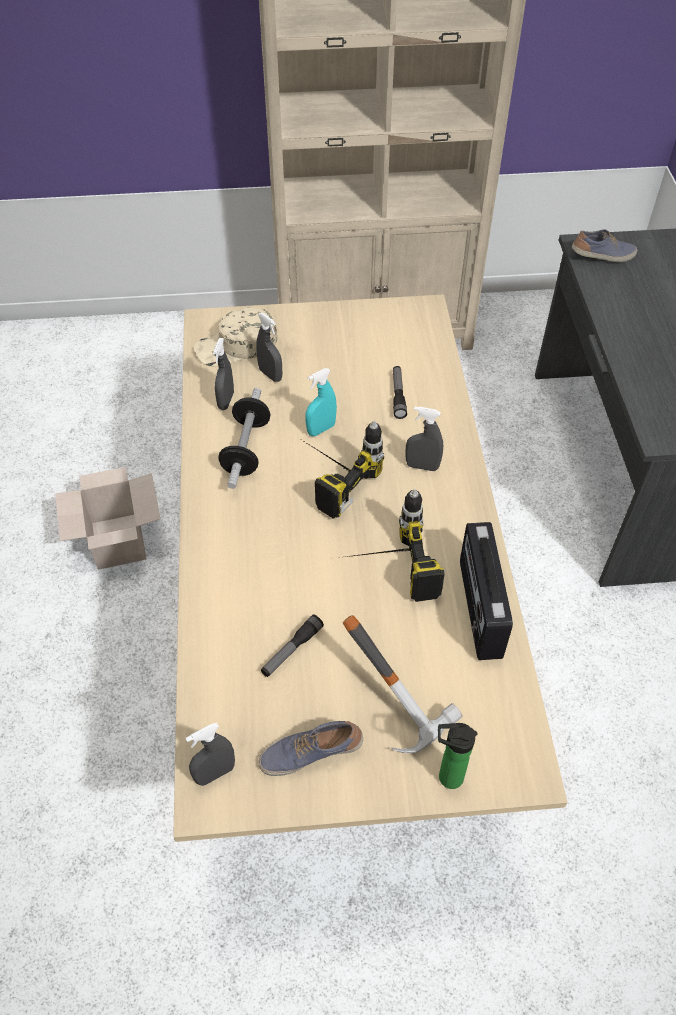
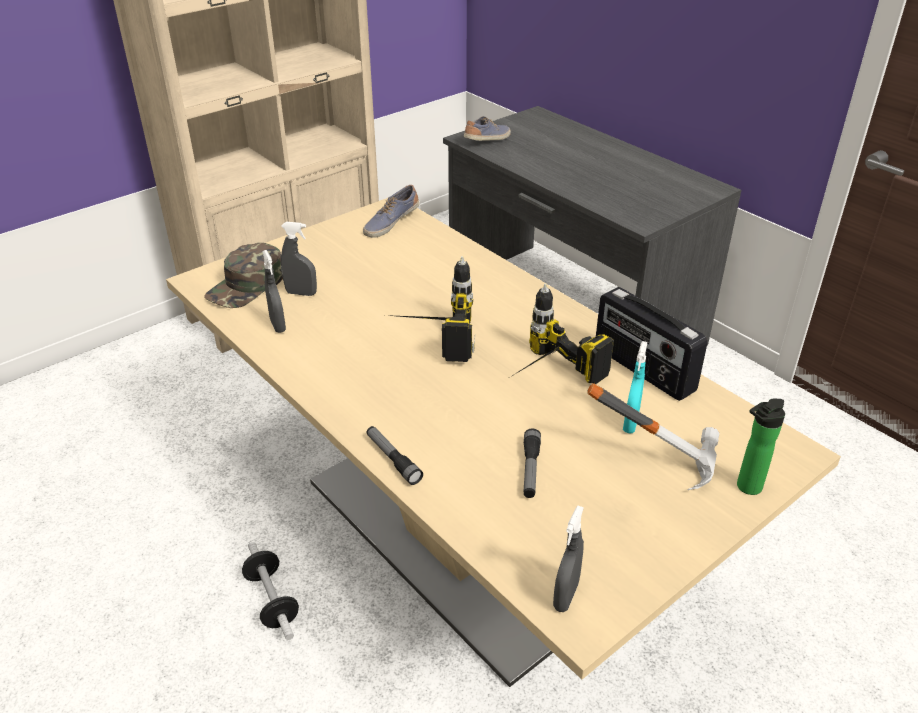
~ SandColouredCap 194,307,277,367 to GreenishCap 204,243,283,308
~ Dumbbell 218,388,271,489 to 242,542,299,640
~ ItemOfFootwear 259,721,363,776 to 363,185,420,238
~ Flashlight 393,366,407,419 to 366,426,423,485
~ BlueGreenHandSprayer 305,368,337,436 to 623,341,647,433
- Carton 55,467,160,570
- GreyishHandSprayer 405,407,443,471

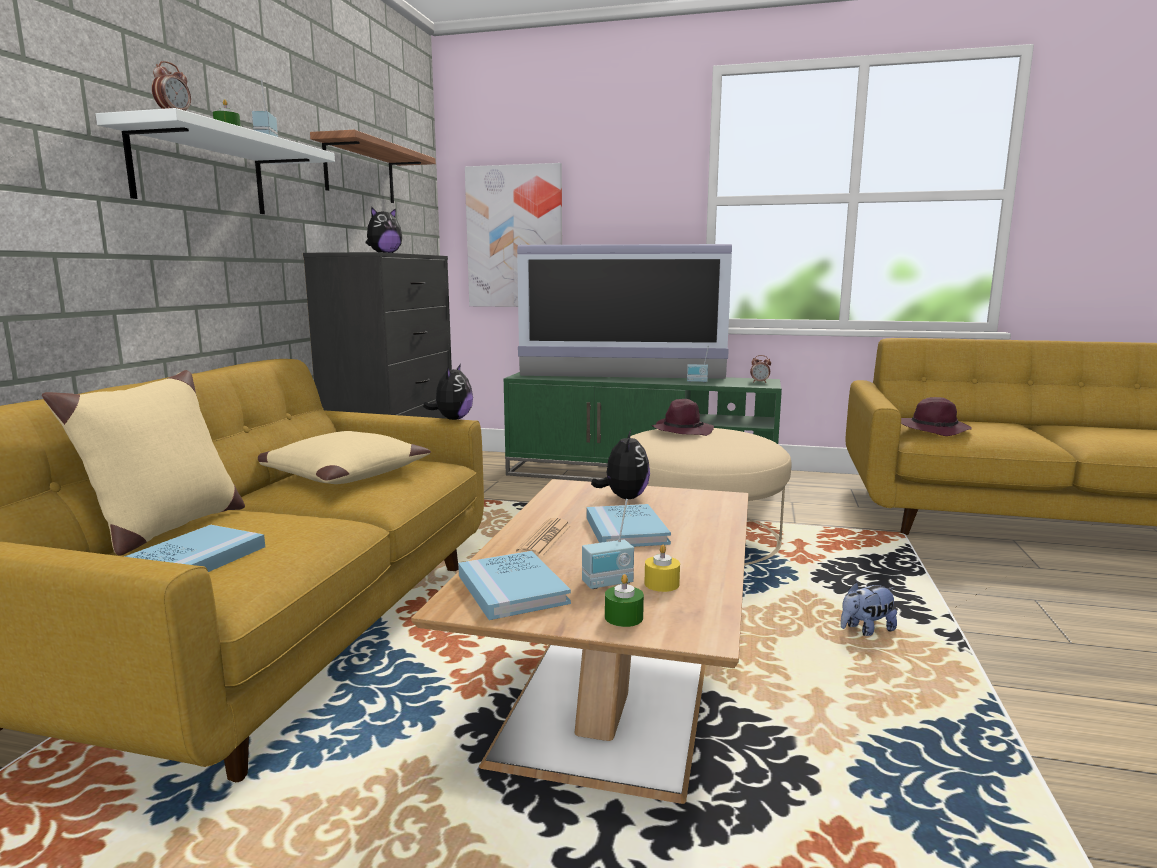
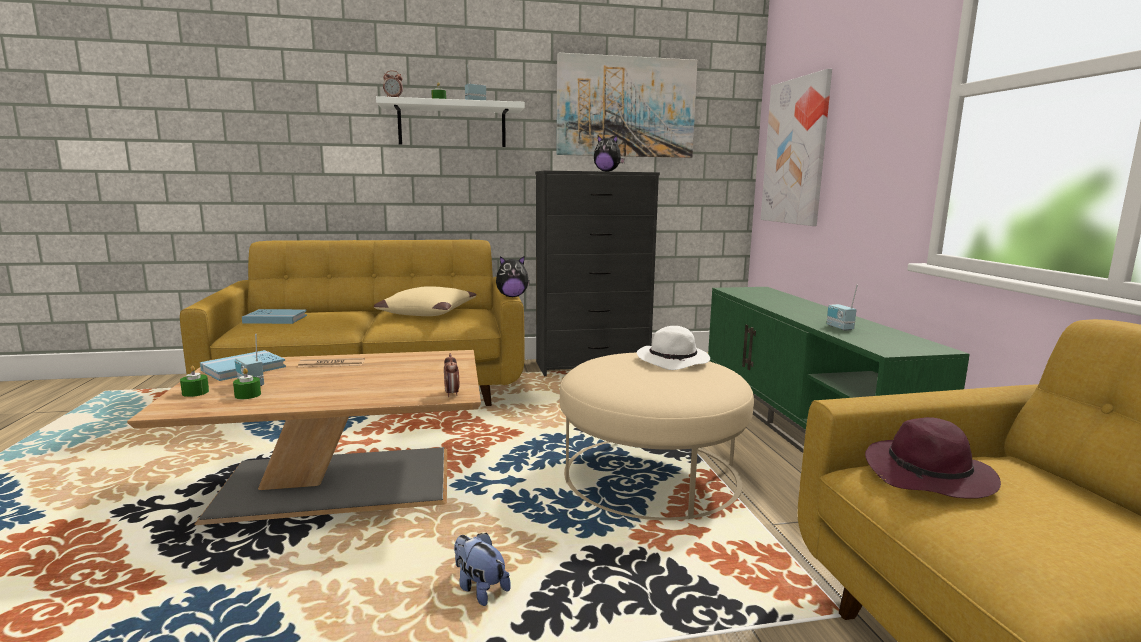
~ YellowColouredCandle 645,545,680,592 to GreenishCandle 233,368,261,399
~ TableClock 750,355,771,383 to 444,353,459,397
~ WallShelf 310,130,436,203 to Picture 556,53,698,158
~ PurpleColouredHat 652,399,714,436 to WhiteHat 637,326,710,370
- SandColouredThrowPillow 42,370,245,556
- Television 517,244,732,379
- BlueBook 587,504,671,547
- PlushToy 591,430,650,499

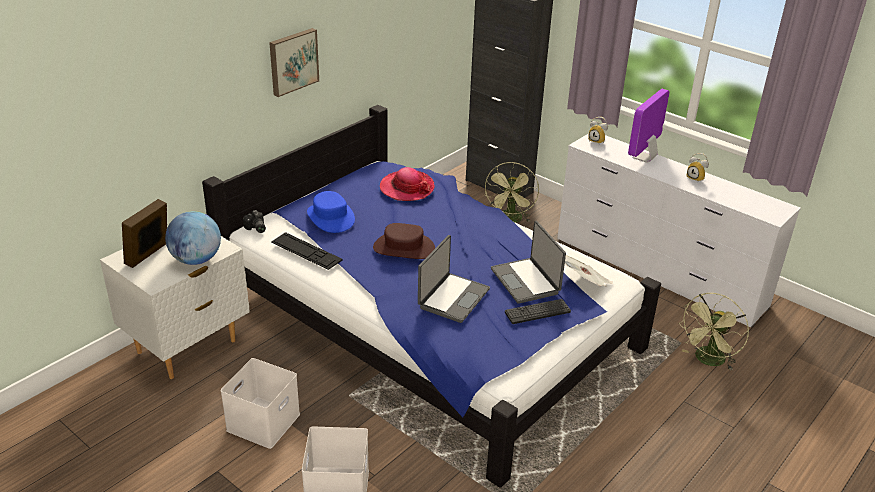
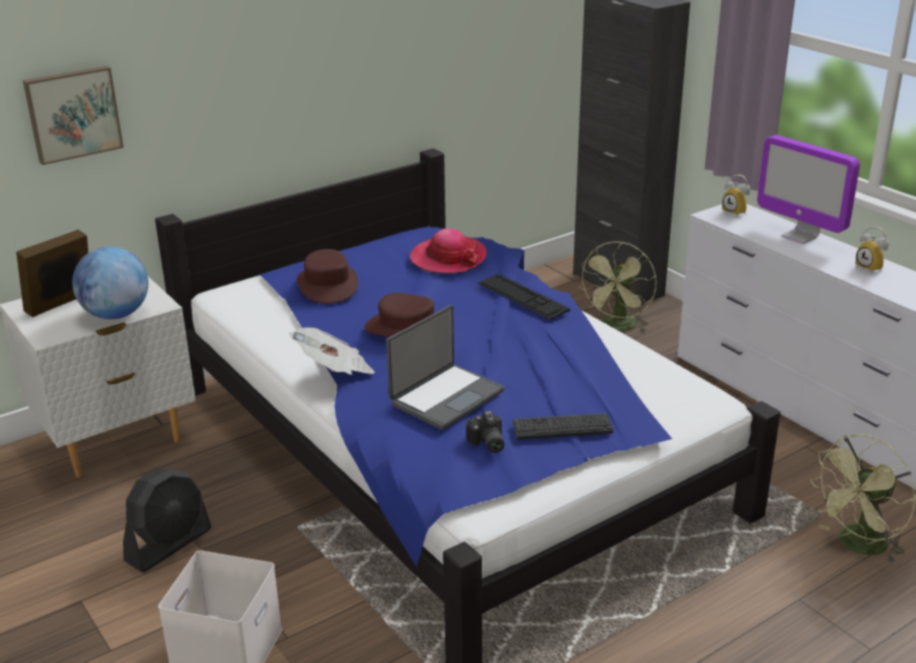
~ Picture 269,28,319,97 to 23,66,124,165
~ WhiteStorageContainer 221,358,300,449 to BlackColouredFan 123,469,212,573
~ PrintedPaper 565,255,613,287 to 289,327,375,375
~ BlueHat 307,191,355,233 to BrownColouredHat 297,249,358,304
~ StillCamera 243,210,266,233 to 466,411,504,453
~ Keyboard 271,232,343,270 to 478,274,570,320
~ Monitor 628,89,669,163 = 757,135,860,244 90 degrees counterclockwise
- NotebookComputer 491,221,566,304

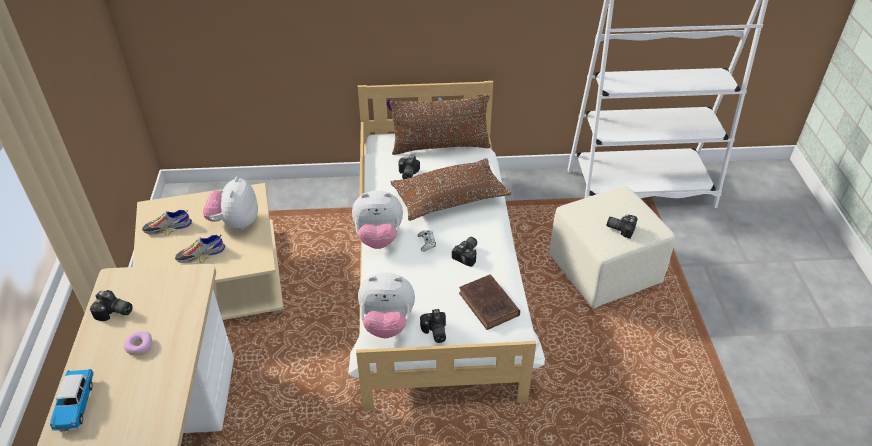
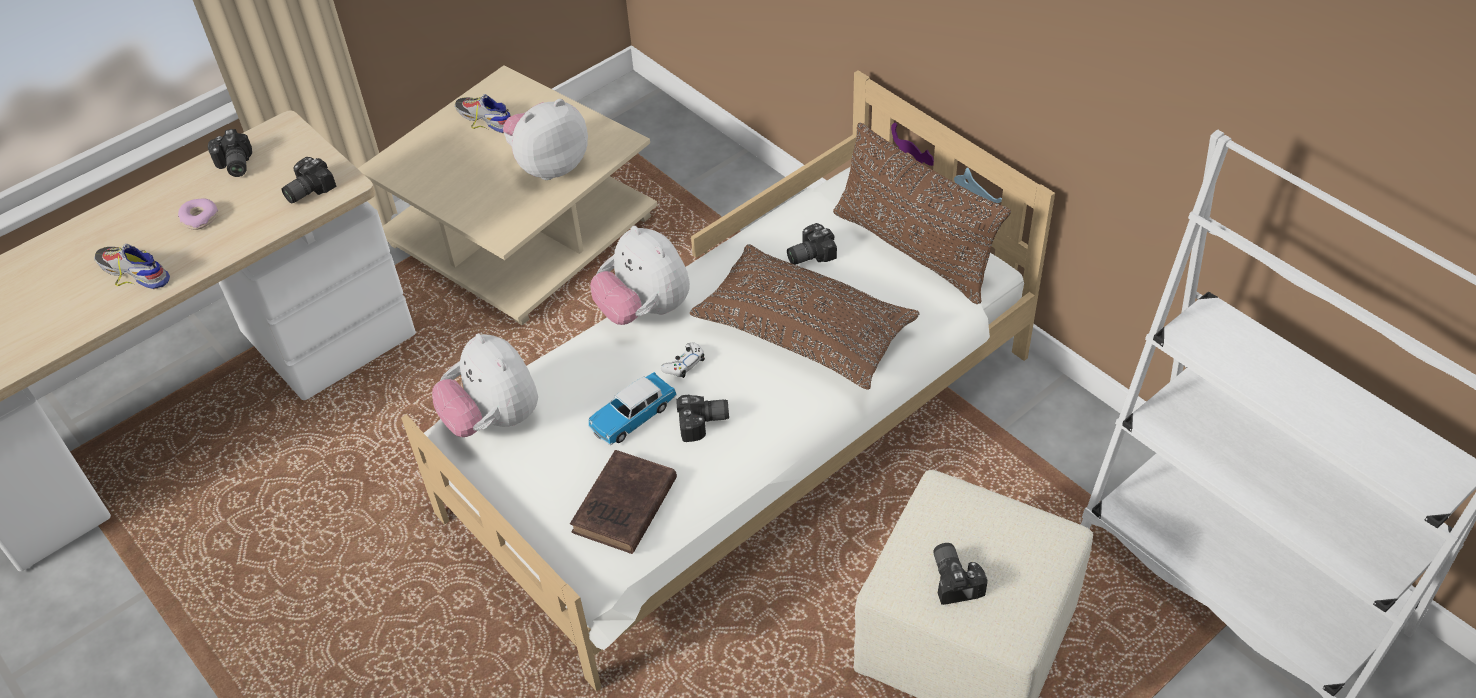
~ ItemOfFootwear 175,235,225,263 to 94,244,170,289
~ StillCamera 420,309,446,343 to 282,157,337,203
~ MiniatureCar 50,369,94,431 to 588,372,677,445

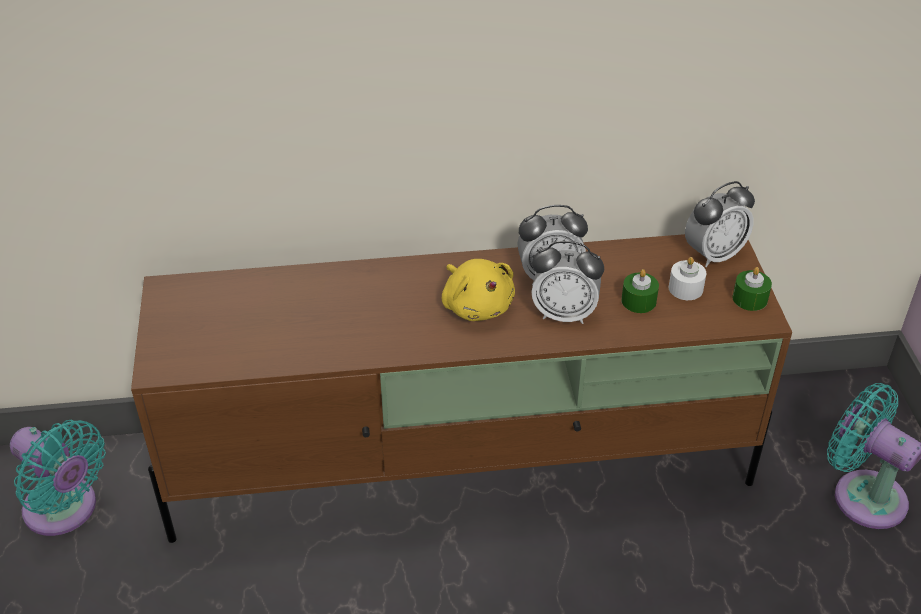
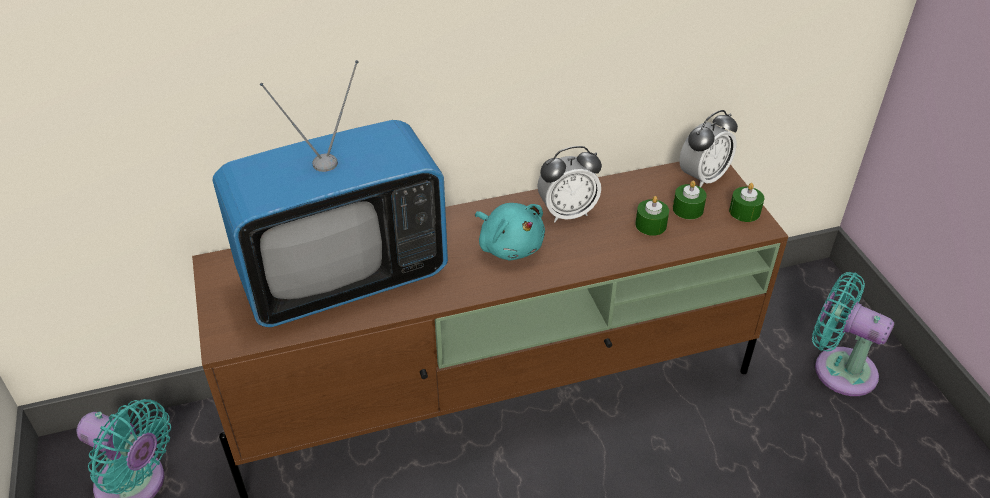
+ Television 212,60,448,327
~ YellowColouredPlushToy 442,259,515,321 to BlueGreenPlushToy 475,203,545,260
~ WhiteCandle 669,257,706,300 to GreenishCandle 673,180,707,220
- TableClock 531,241,604,324

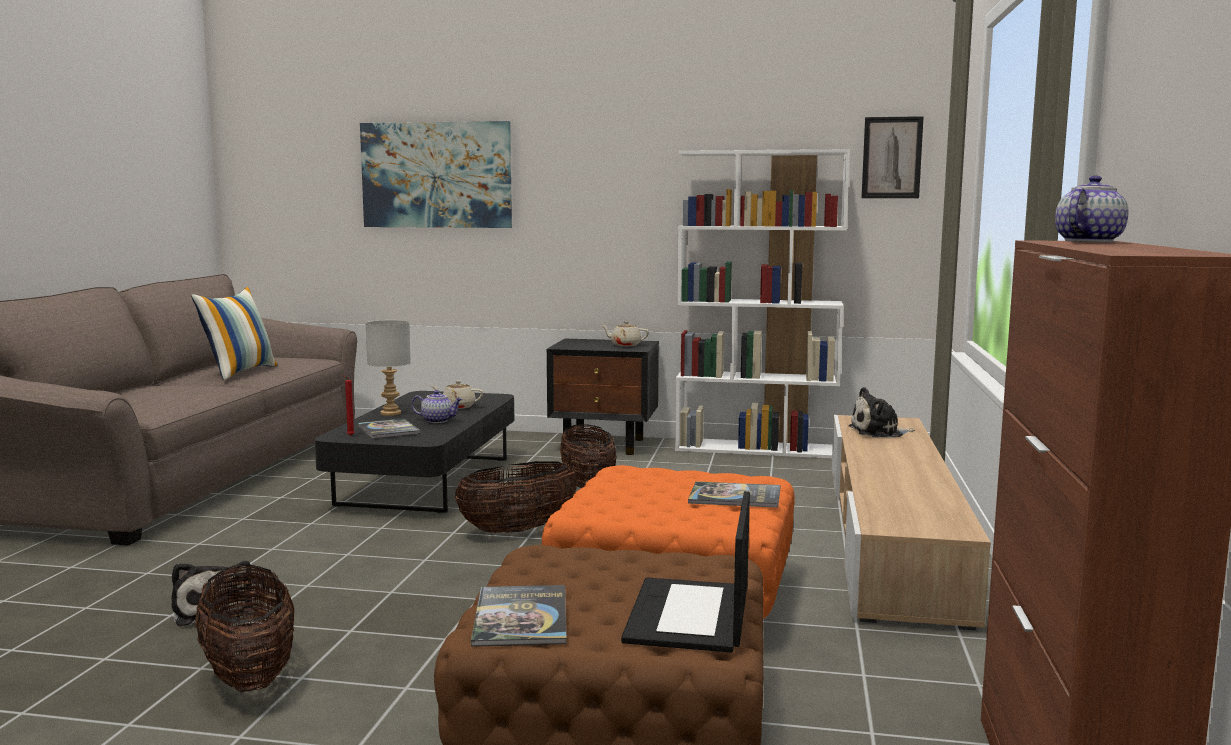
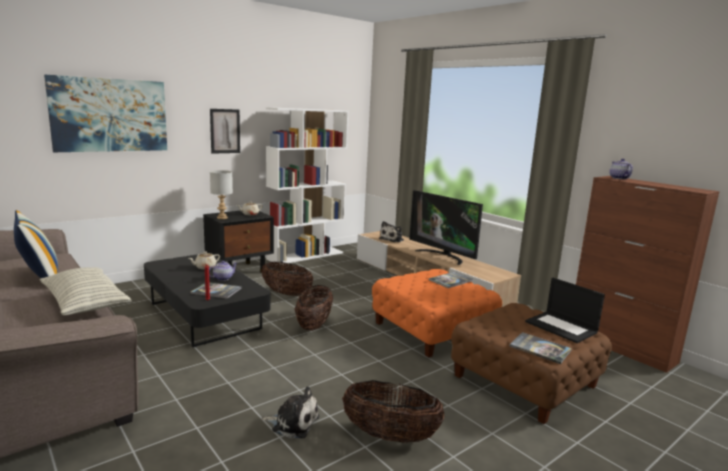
+ ThrowPillow 40,267,132,315
~ Picture 862,116,924,198 to 210,109,240,154
~ GreyishTabletopLamp 366,320,411,416 to 210,170,233,219
+ Television 409,190,483,265

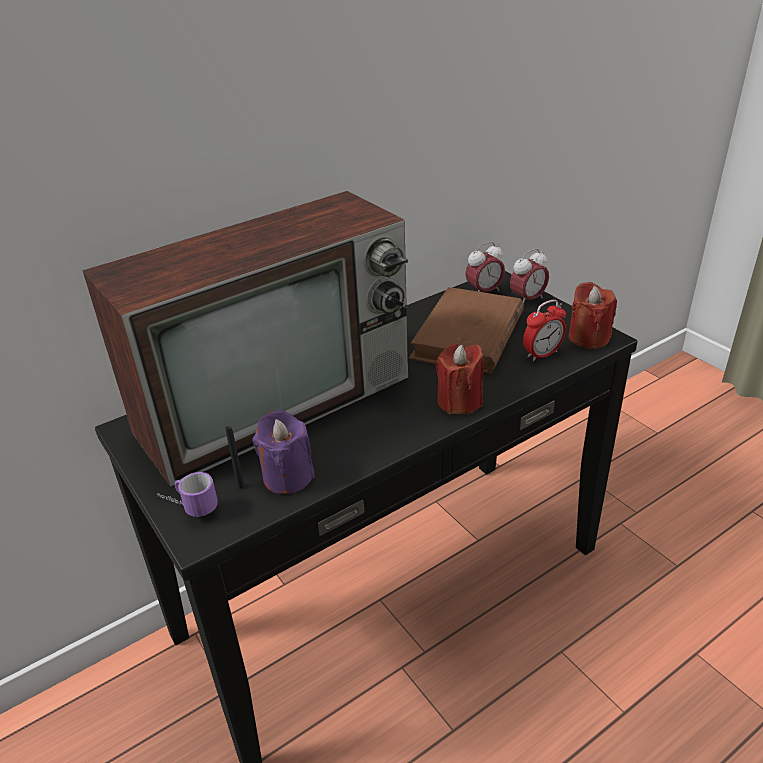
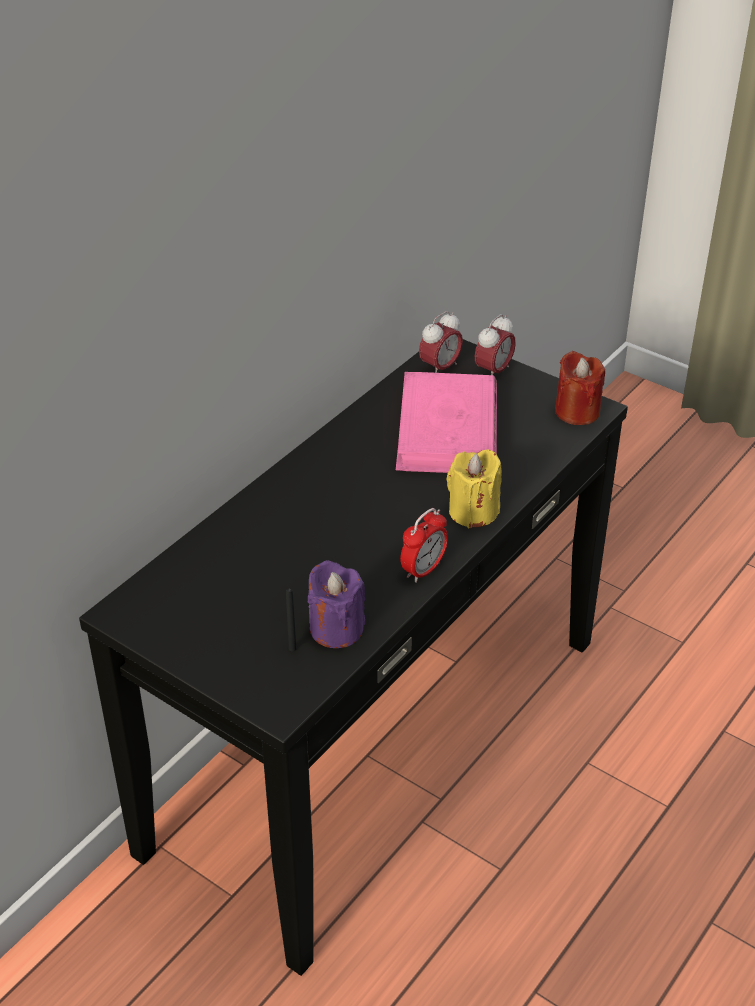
~ BrownColouredBook 409,287,524,374 to PinkColouredBook 396,372,497,473
~ TableClock 523,300,566,361 to 400,508,448,583
~ RedColouredCandle 436,344,484,414 to YellowColouredCandle 446,449,502,528
- Television 82,191,408,487
- Mug 157,472,218,517

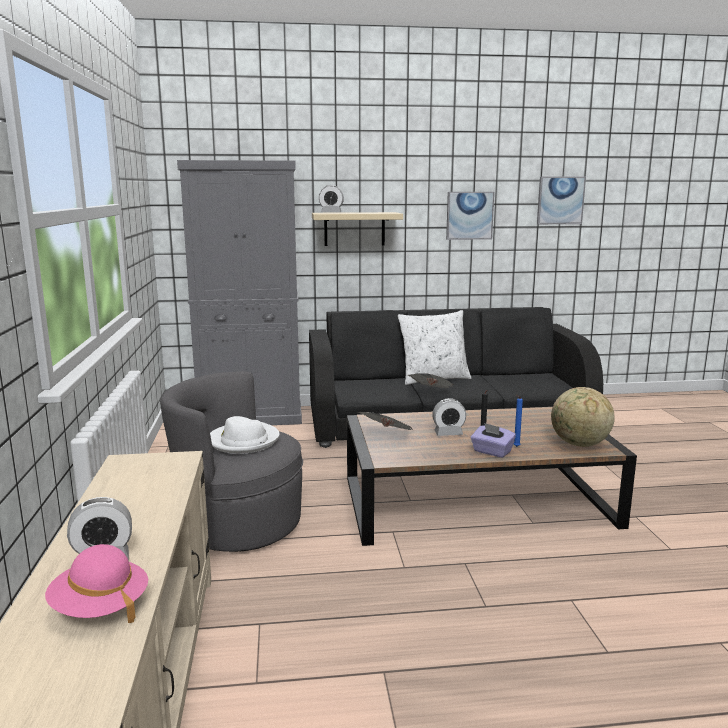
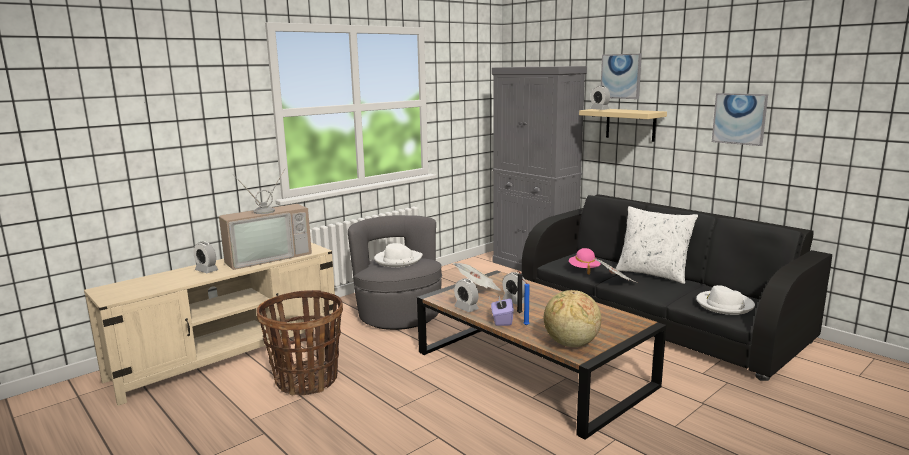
+ Television 219,168,312,270
+ HouseholdBasket 257,290,343,396
+ TableClock 454,278,479,312
~ PinkColouredHat 45,544,148,623 to 569,248,601,275
~ Picture 537,177,586,224 to 601,54,642,99
+ WhiteHat 696,285,755,315

